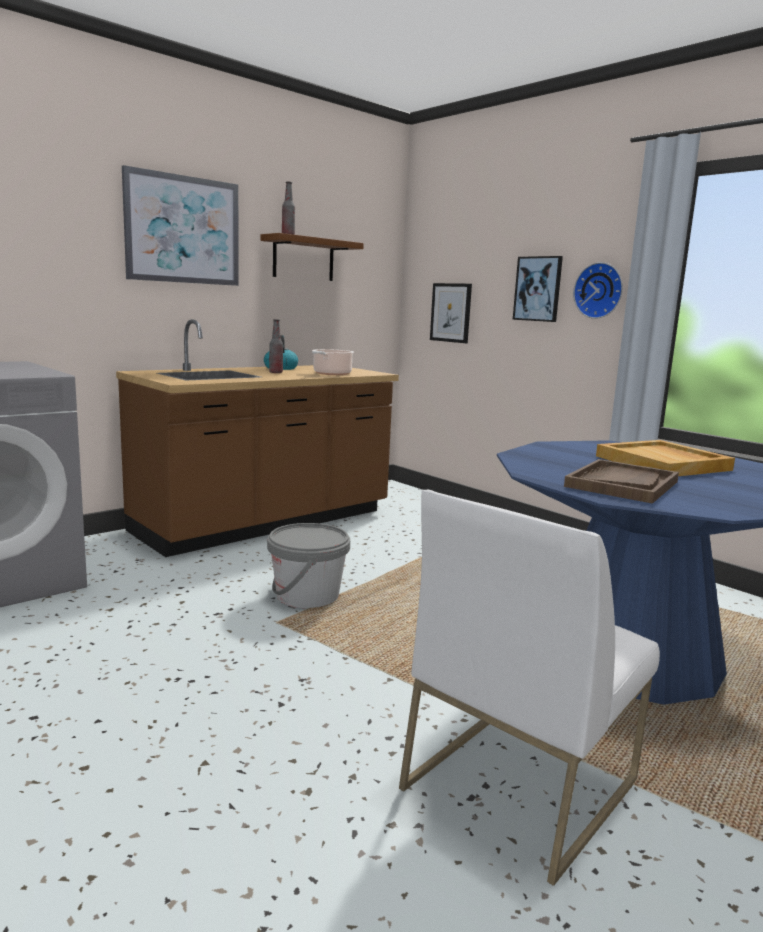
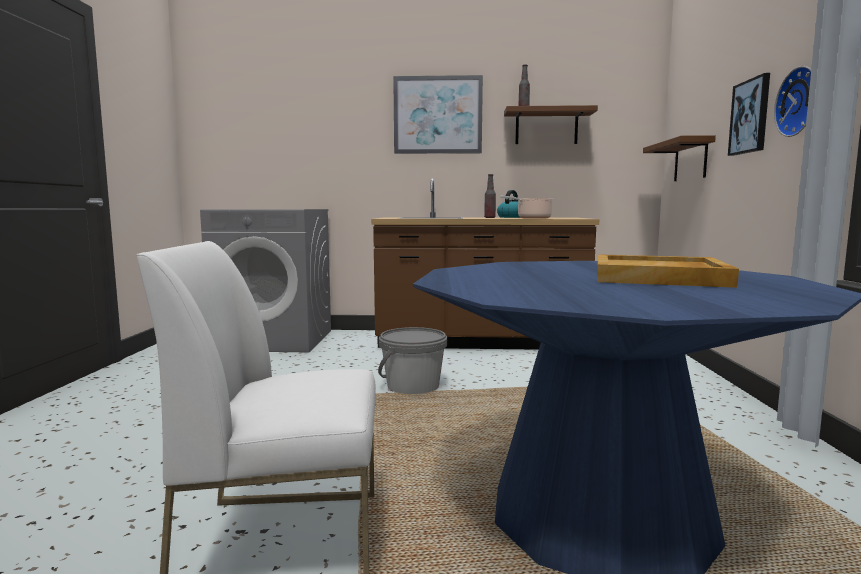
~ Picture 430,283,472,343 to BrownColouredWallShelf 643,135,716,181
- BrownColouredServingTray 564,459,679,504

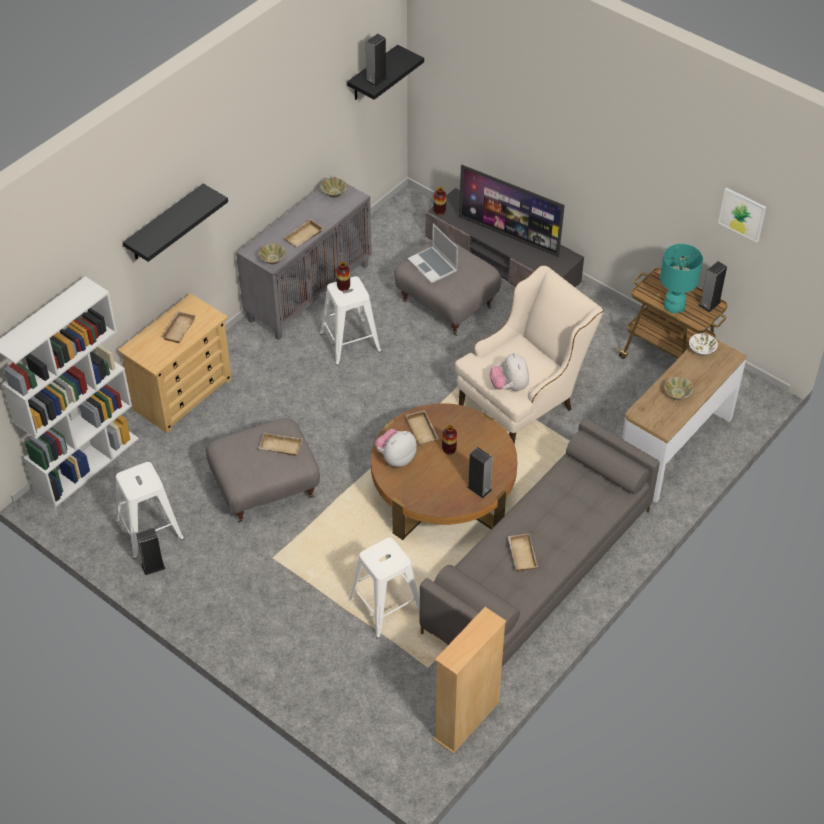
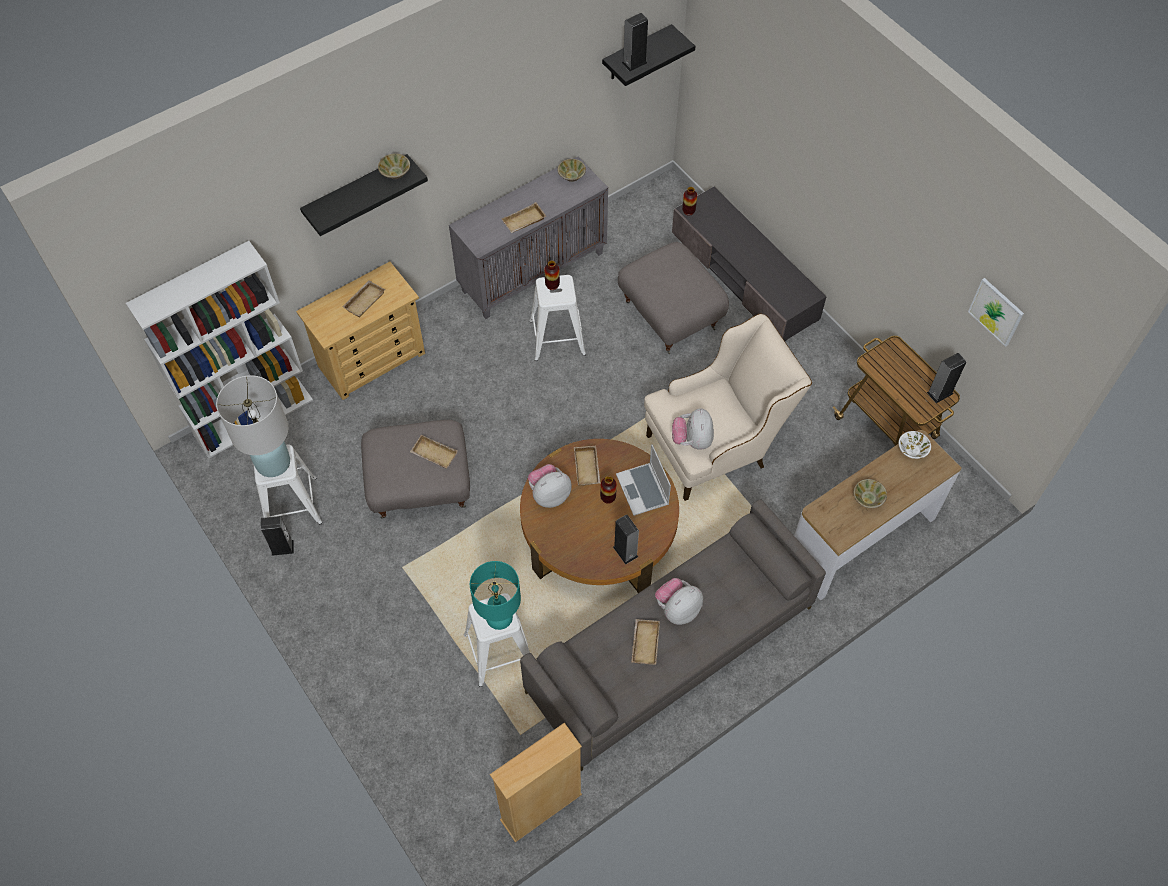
+ WhiteTabletopLamp 216,375,290,477
~ SandColouredServingBowl 259,244,286,265 to 378,154,410,179
~ BlueGreenTabletopLamp 660,244,703,313 to 470,561,521,630
~ NotebookComputer 408,224,458,284 to 616,444,671,516
+ PlushToy 655,578,703,625
- Television 459,164,565,257

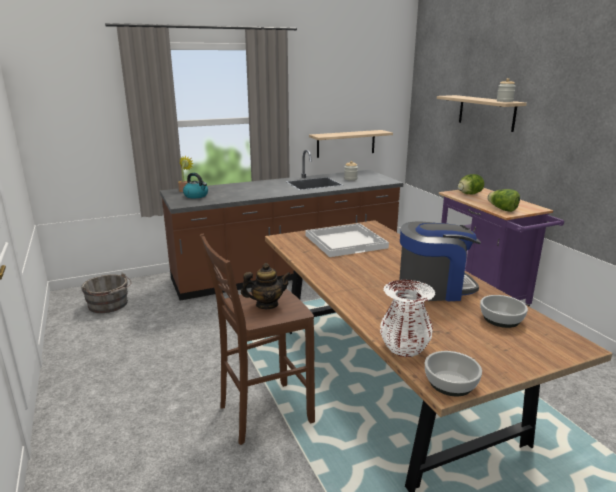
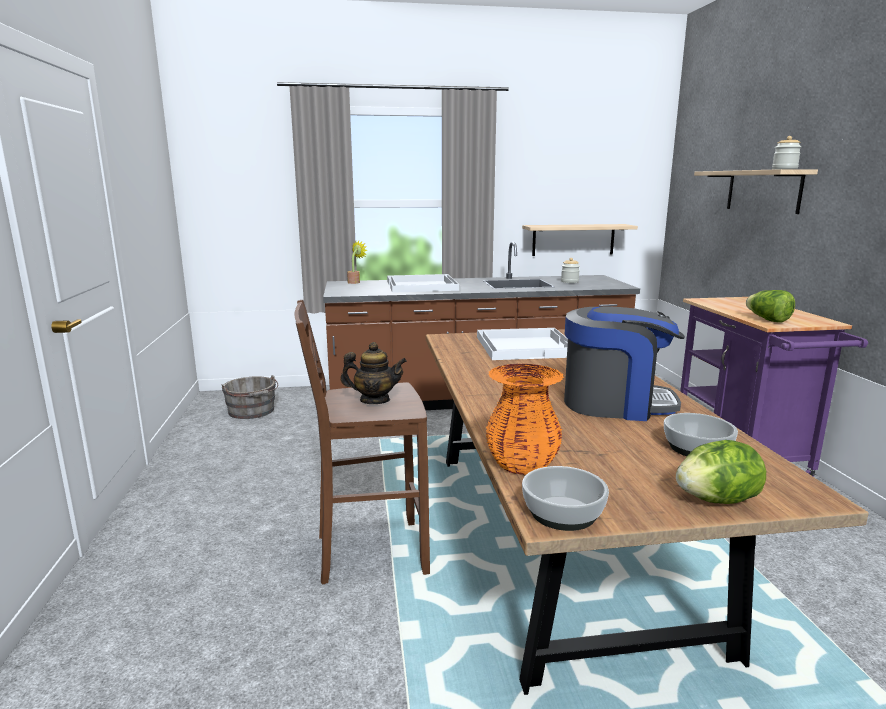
+ WhiteServingTray 387,274,459,293
~ WhiteDecorativeVase 380,280,435,357 to OrangeColouredDecorativeVase 486,364,564,475
~ LettuceHead 458,174,484,194 to 676,440,766,504
- Kettle 183,173,208,198

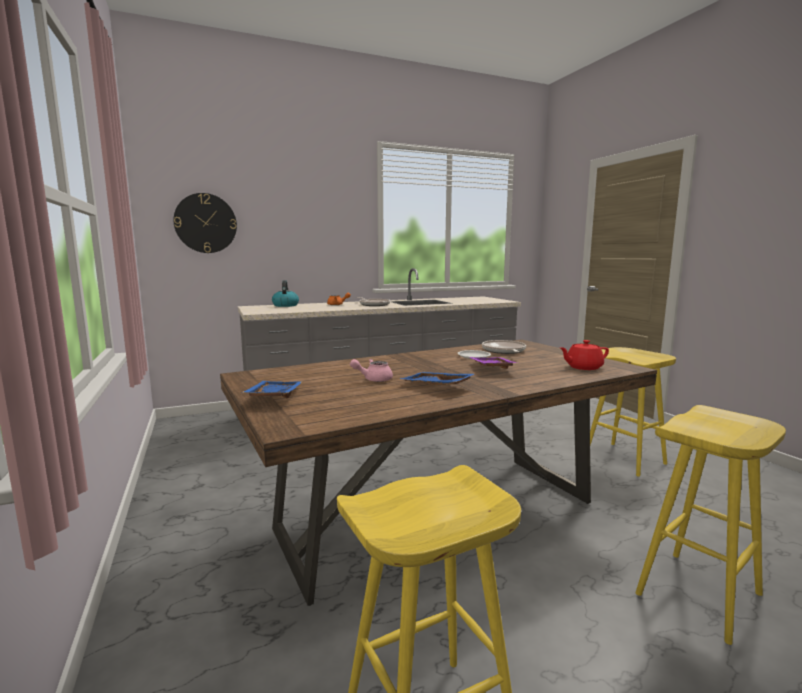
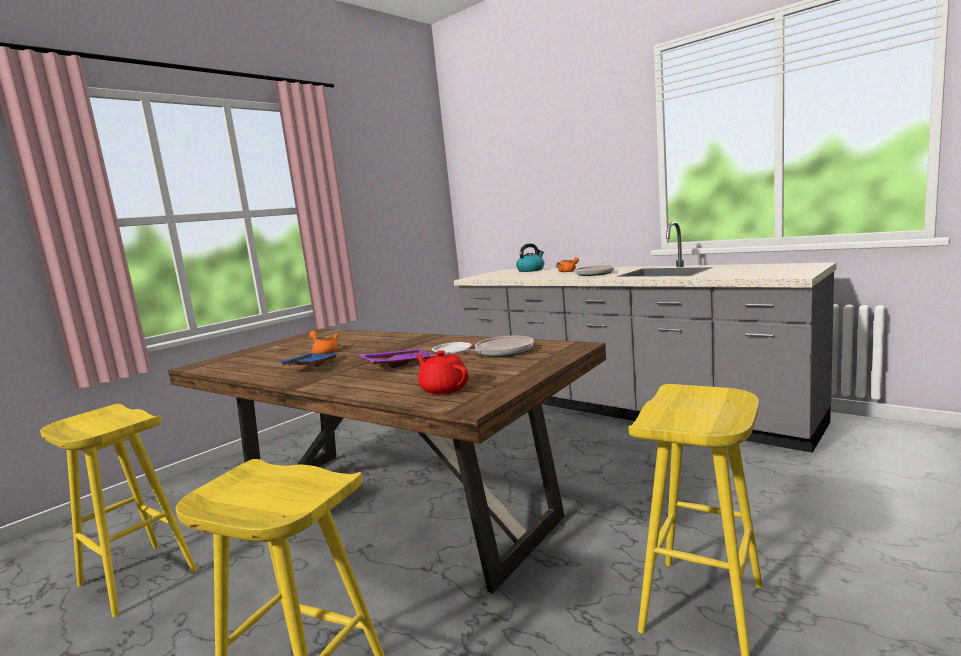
~ PinkColouredPotForTea 350,359,393,382 to OrangeColouredPotForTea 309,331,339,354
- ClockOnTheWall 174,193,237,253
- BlueServingTray 243,381,301,398

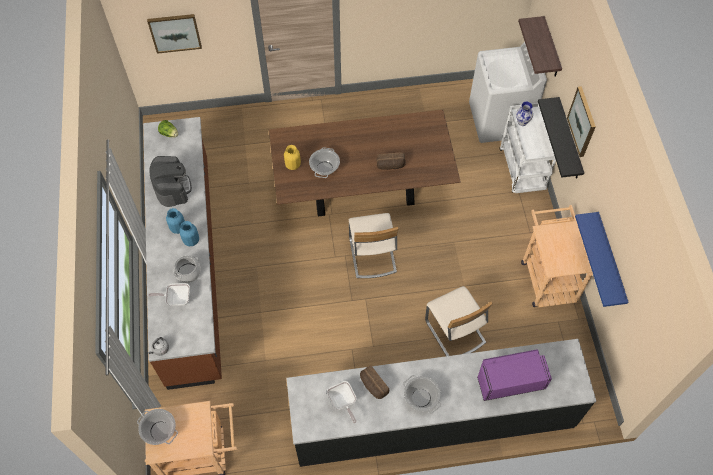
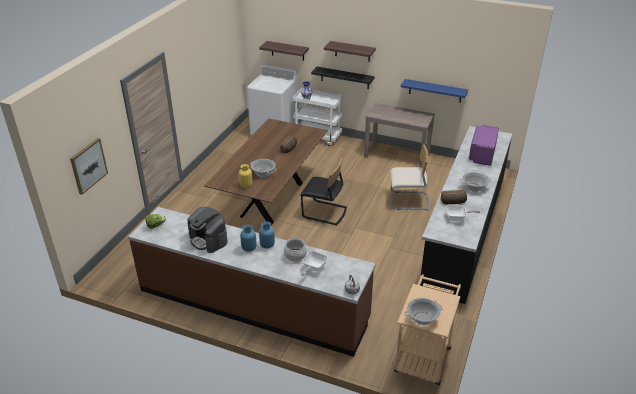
~ CoffeeMaker 149,156,192,207 = 187,207,228,253 150 degrees counterclockwise
~ SandColouredPlainChair 349,213,399,278 to BlackColouredPlainChair 300,158,347,226
~ Picture 567,86,596,157 to WallShelf 324,41,376,61
~ SandColouredCart 521,205,593,307 to BrownColouredConsoleTable 364,103,435,167

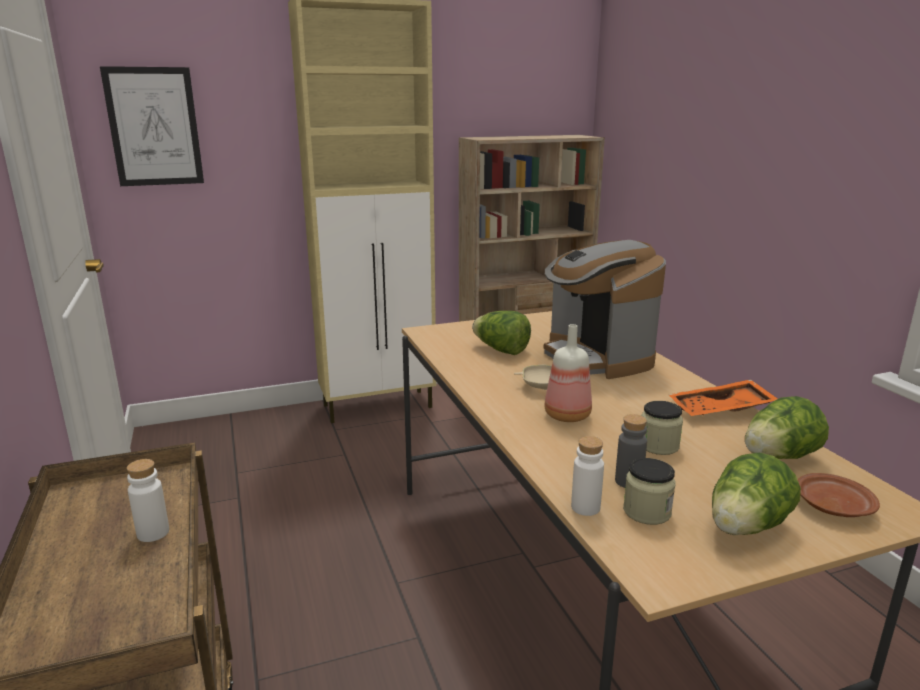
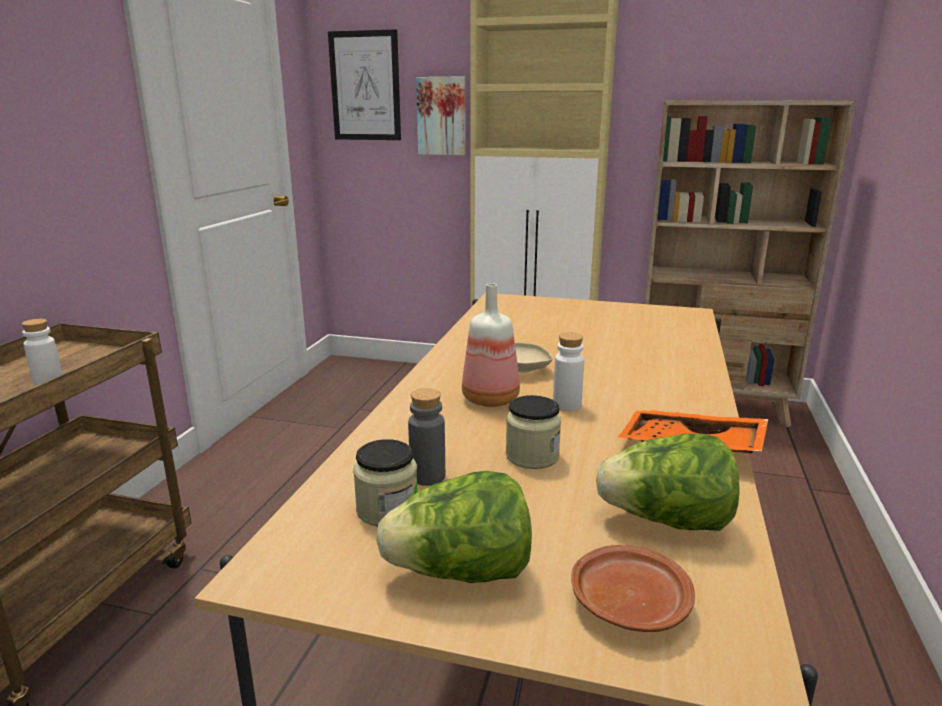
+ Picture 416,76,466,155
~ WhiteDrinkBottle 571,436,604,516 to 553,332,584,411
- LettuceHead 472,311,531,355
- CoffeeMaker 544,240,666,379

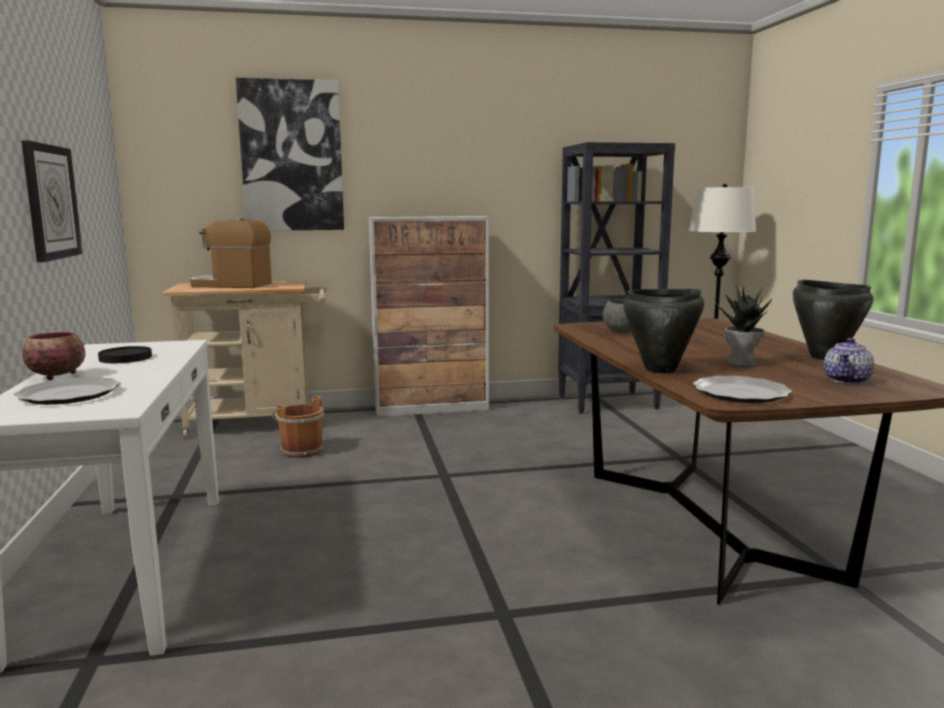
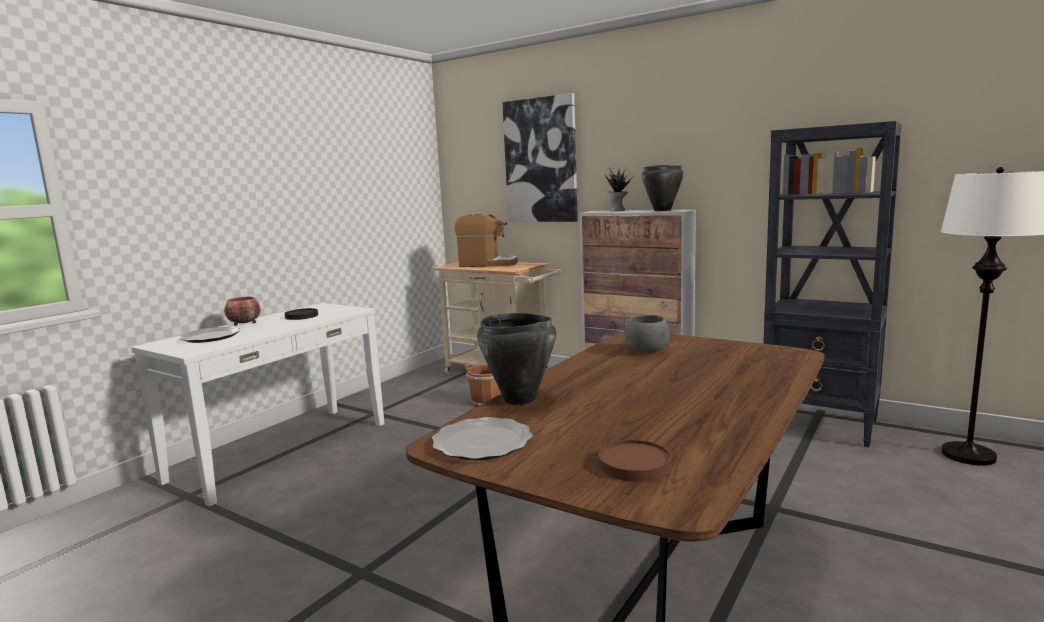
~ CoffeeMaker 190,218,272,288 = 455,213,518,267 135 degrees clockwise
~ PotForTea 824,338,874,384 to BrownColouredDinnerPlate 599,440,671,482
~ PottedPlant 715,285,772,366 to 605,167,634,211
~ BlackColouredCookingPot 793,280,873,360 to 642,165,684,211
- ClockOnTheWall 21,140,83,262

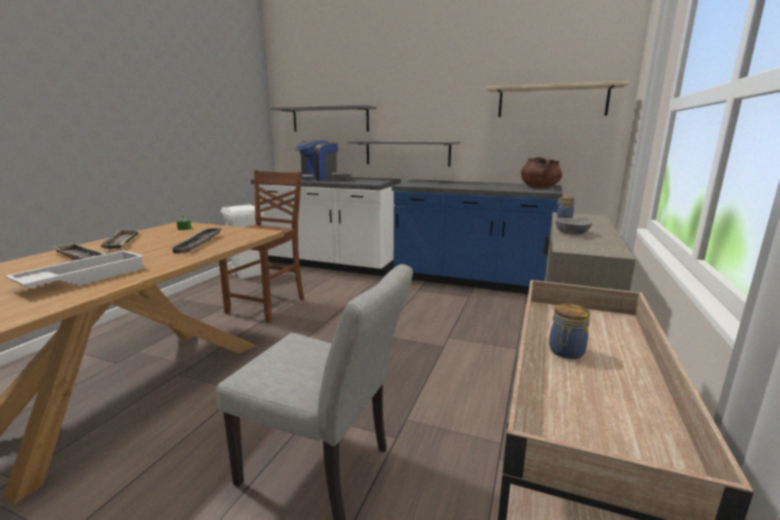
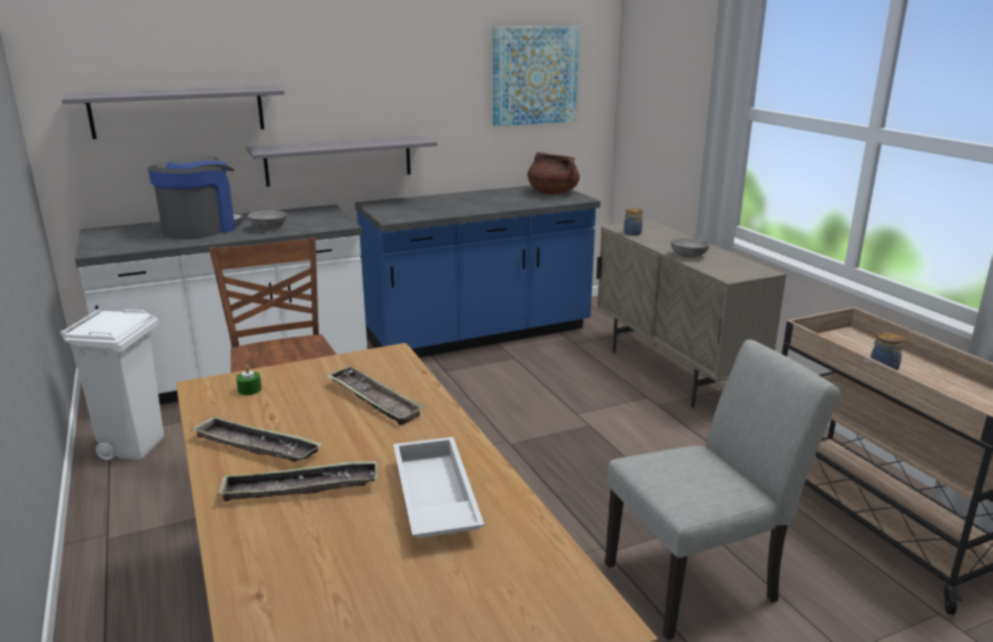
~ CoffeeMaker 295,140,338,180 = 148,157,245,240 150 degrees counterclockwise
~ SandColouredWallShelf 486,81,629,117 to Picture 493,26,580,126

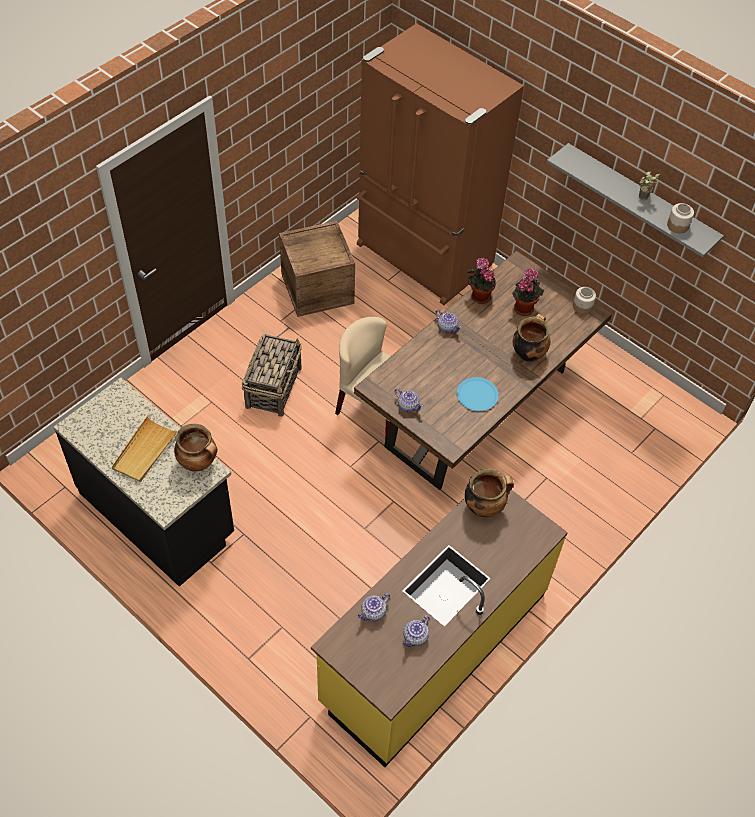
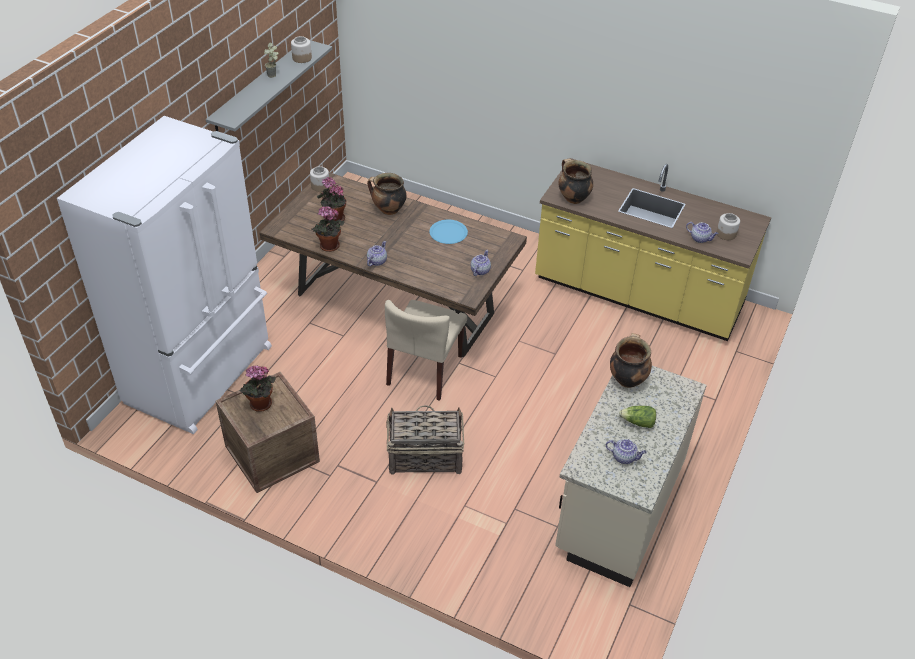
~ BrownColouredFridge 357,23,524,305 to WhiteFridge 57,116,272,434
+ PottedPlant 239,366,276,412
~ BlackColouredCounter 54,377,234,587 to SandColouredCounter 555,366,707,587
~ PotForTea 404,615,429,647 to 606,439,647,464
~ SandColouredServingTray 112,417,179,482 to LettuceHead 619,406,656,428
+ Jar 717,213,740,240

